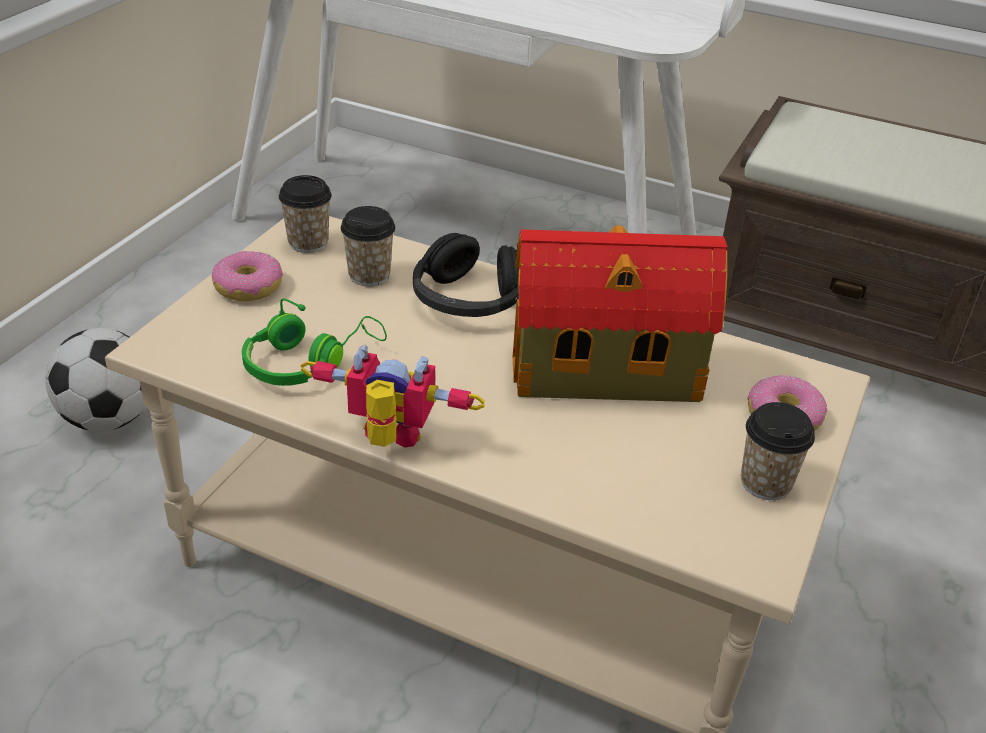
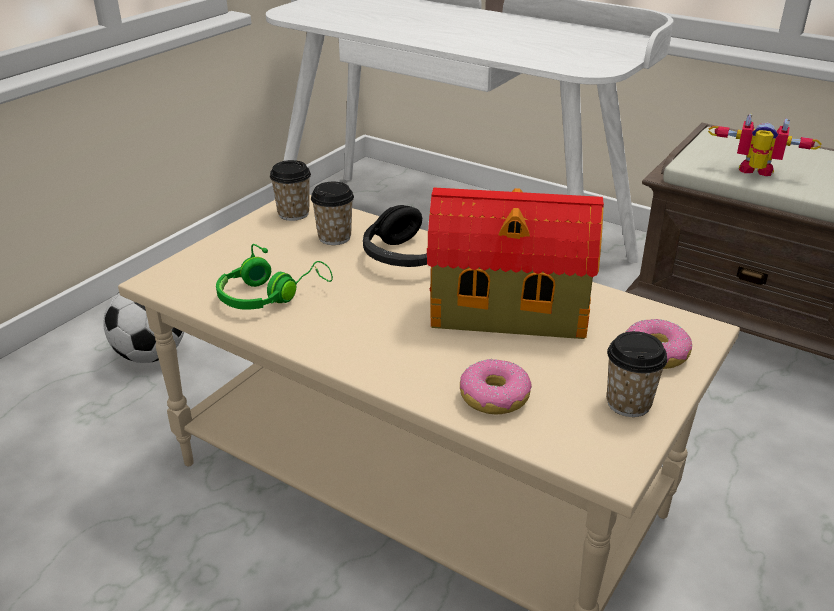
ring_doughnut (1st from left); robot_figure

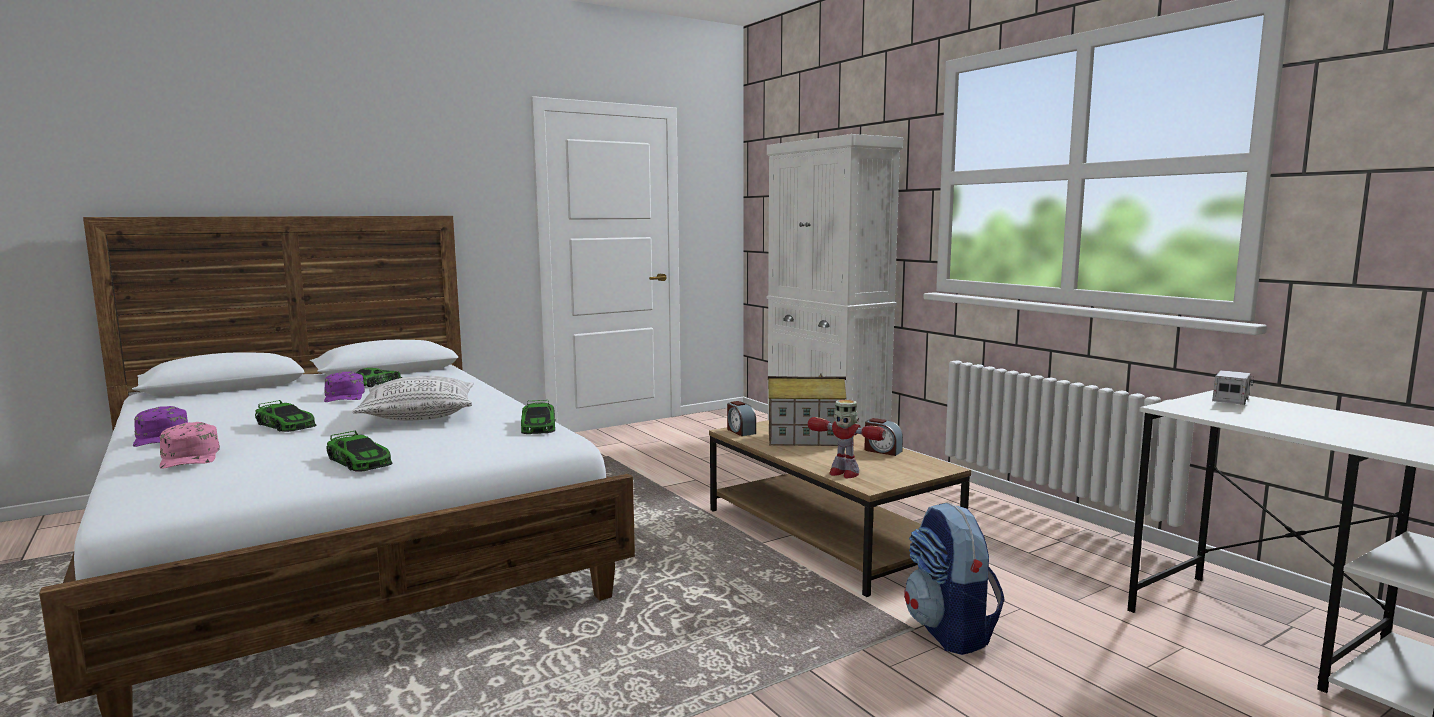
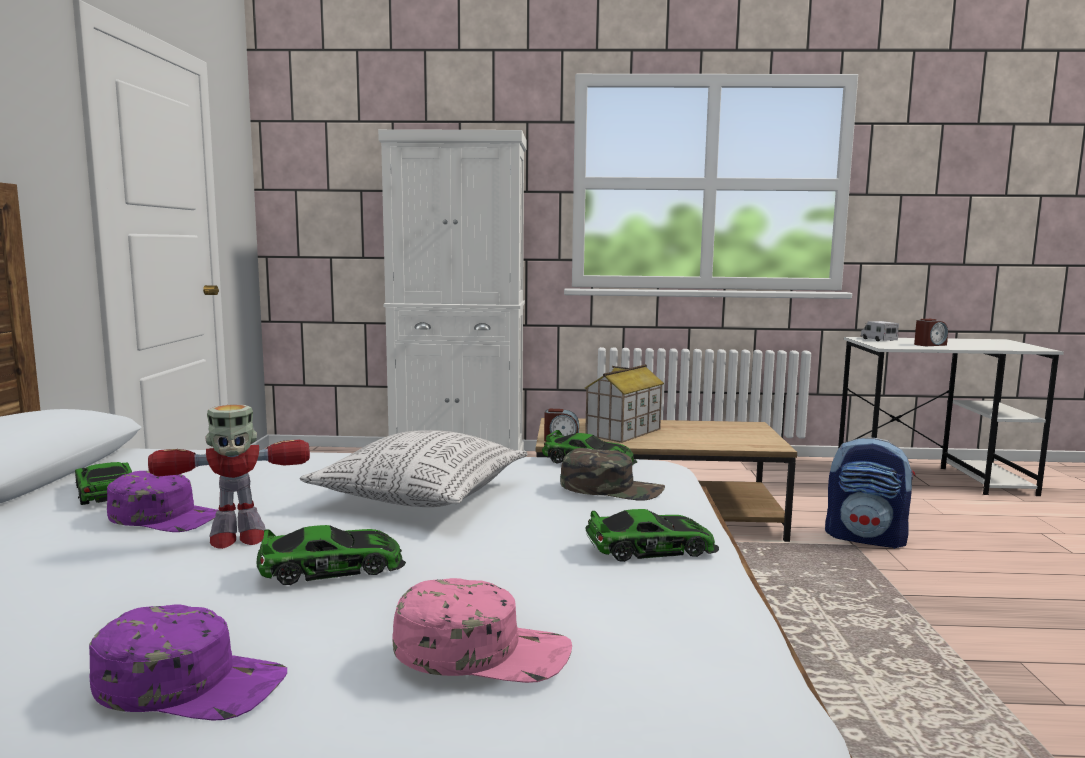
robot_figure; table_clock (2nd from left); green_peaked_cap

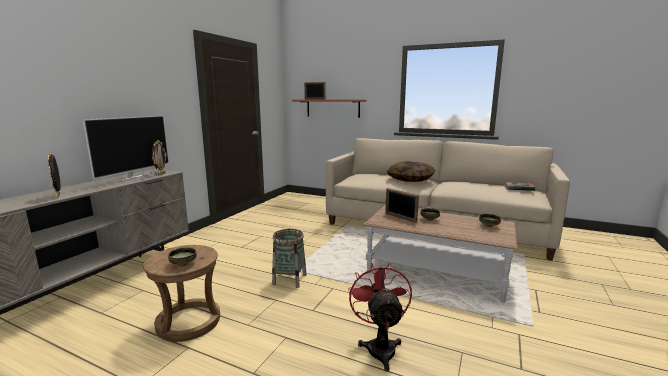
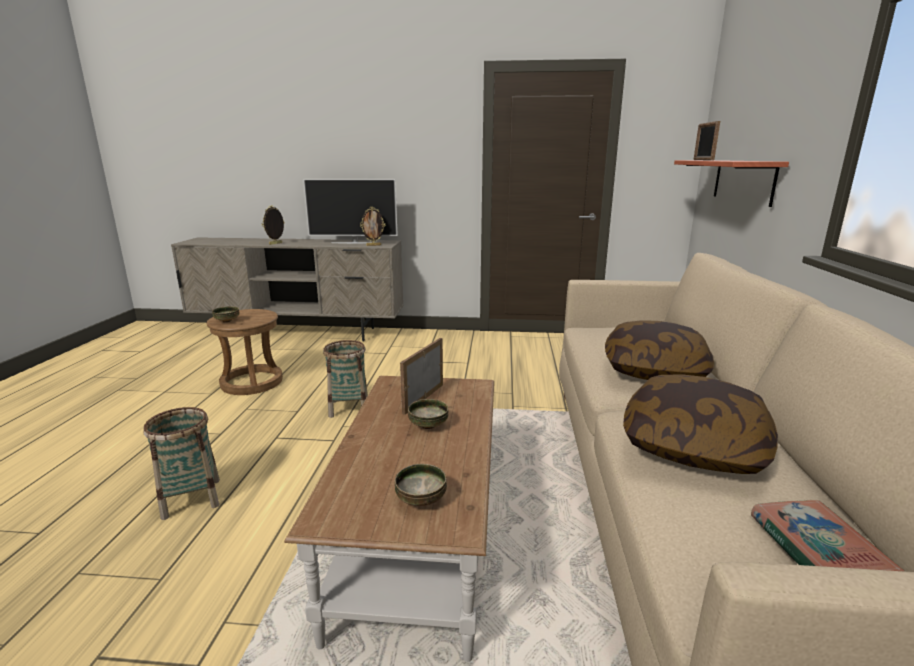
household_basket (1st from left); throw_pillow (2nd from left)

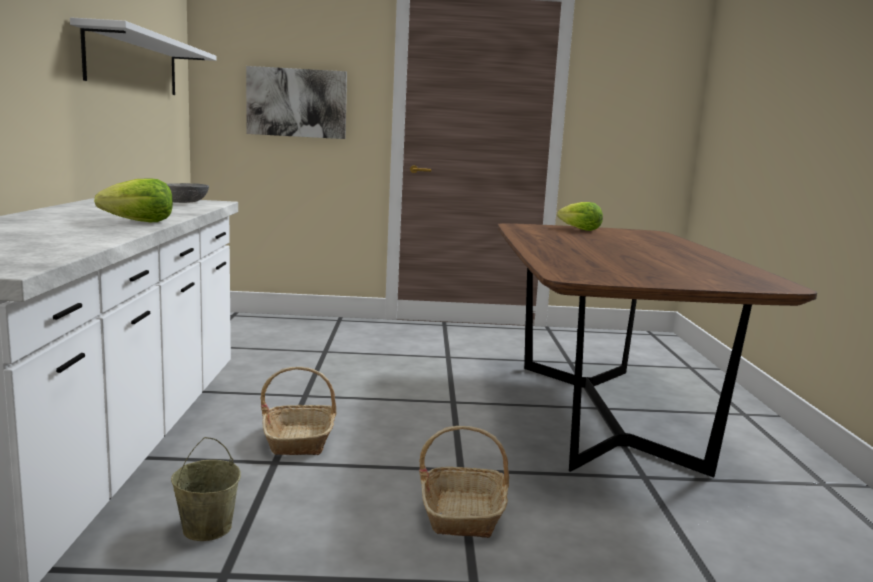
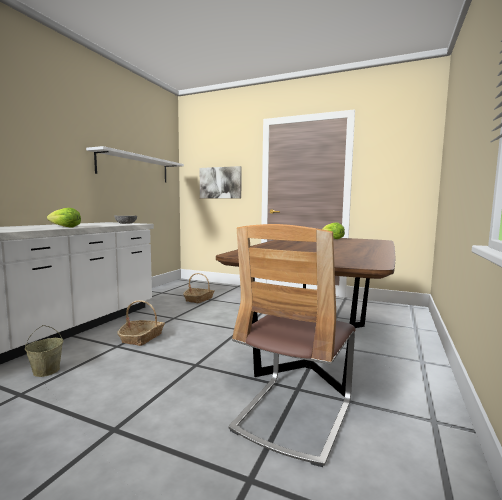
household_basket (2nd from left); upright_chair

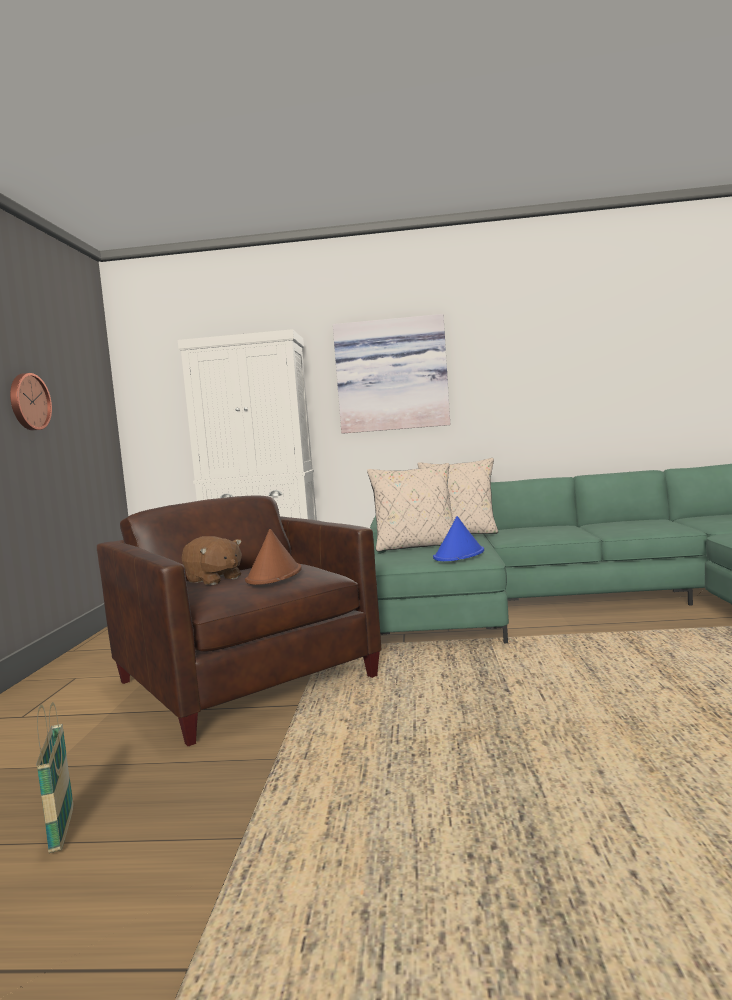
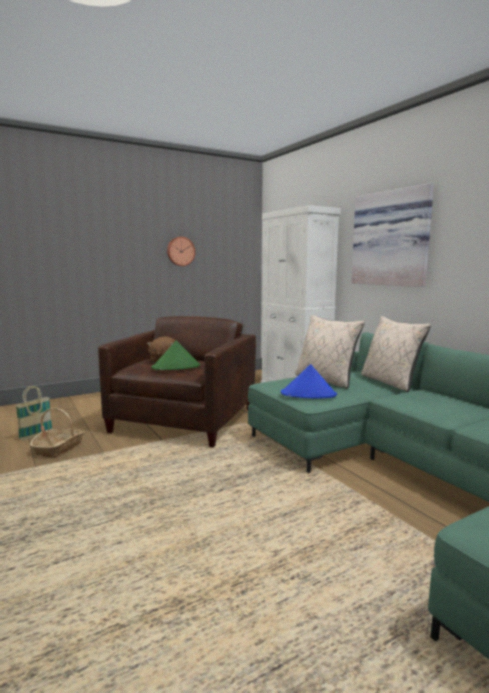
green_hat; household_basket (2nd from left)

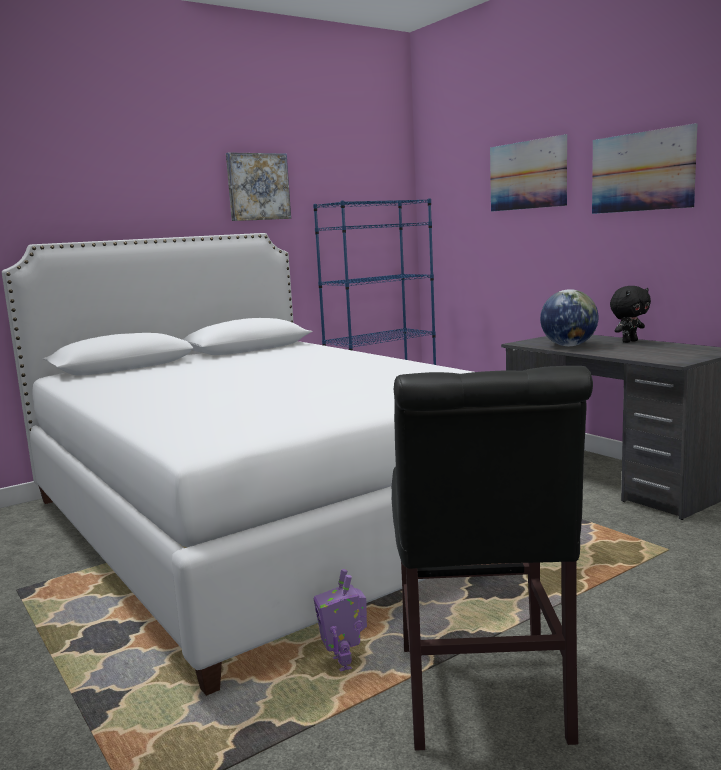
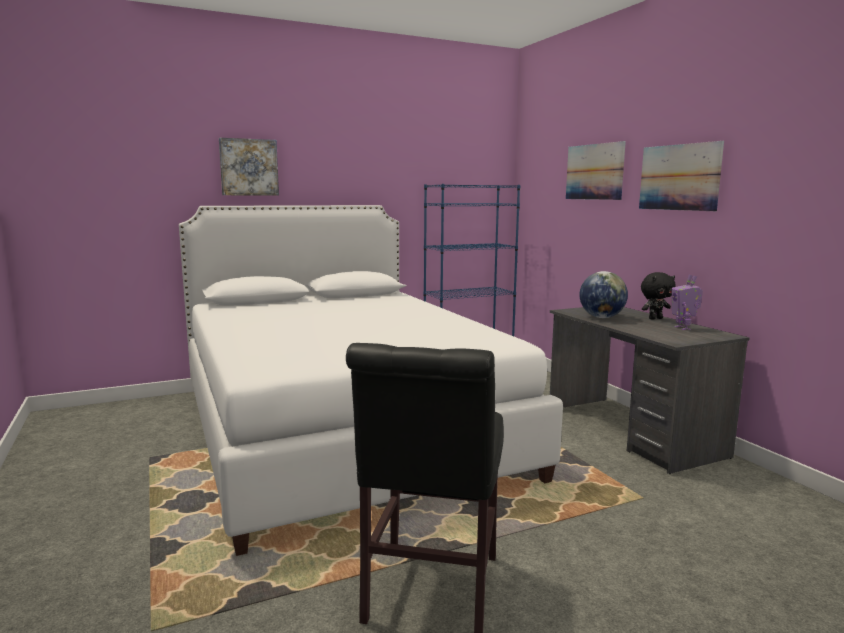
wall_picture (1st from left); robot_figure

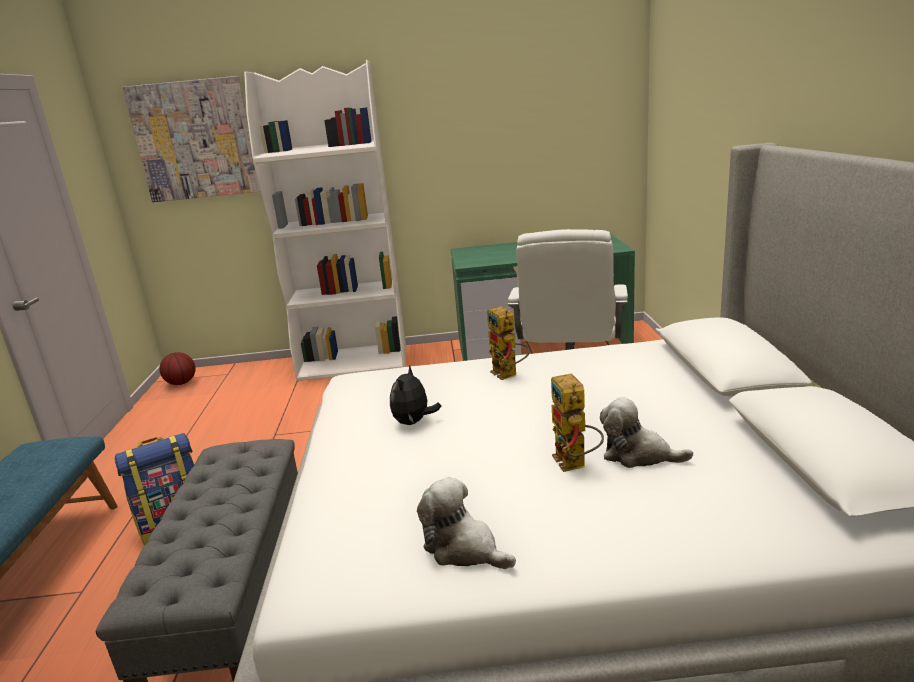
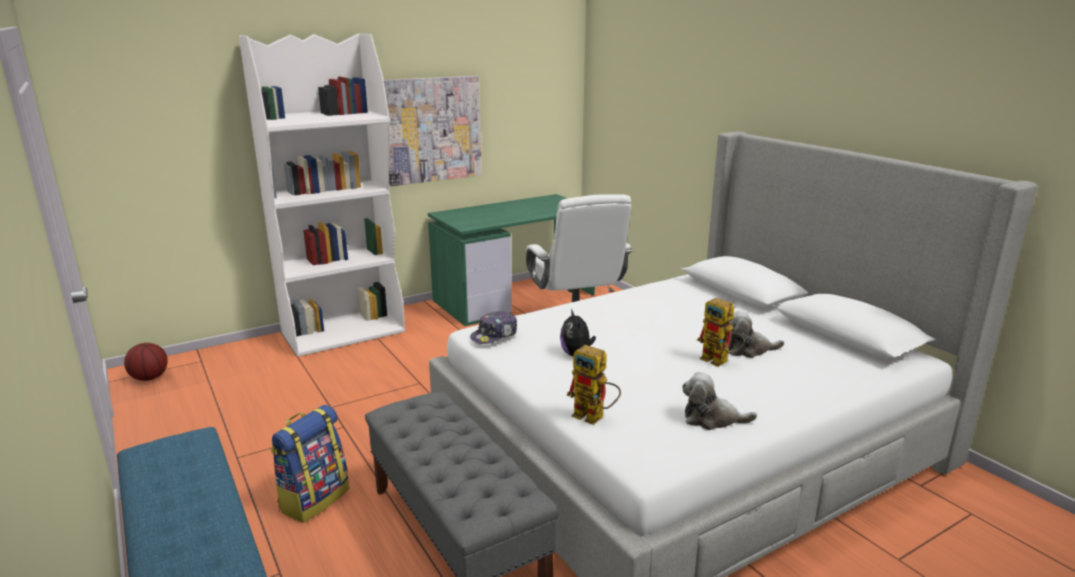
wall_picture; robot_figure (1st from left); peaked_cap

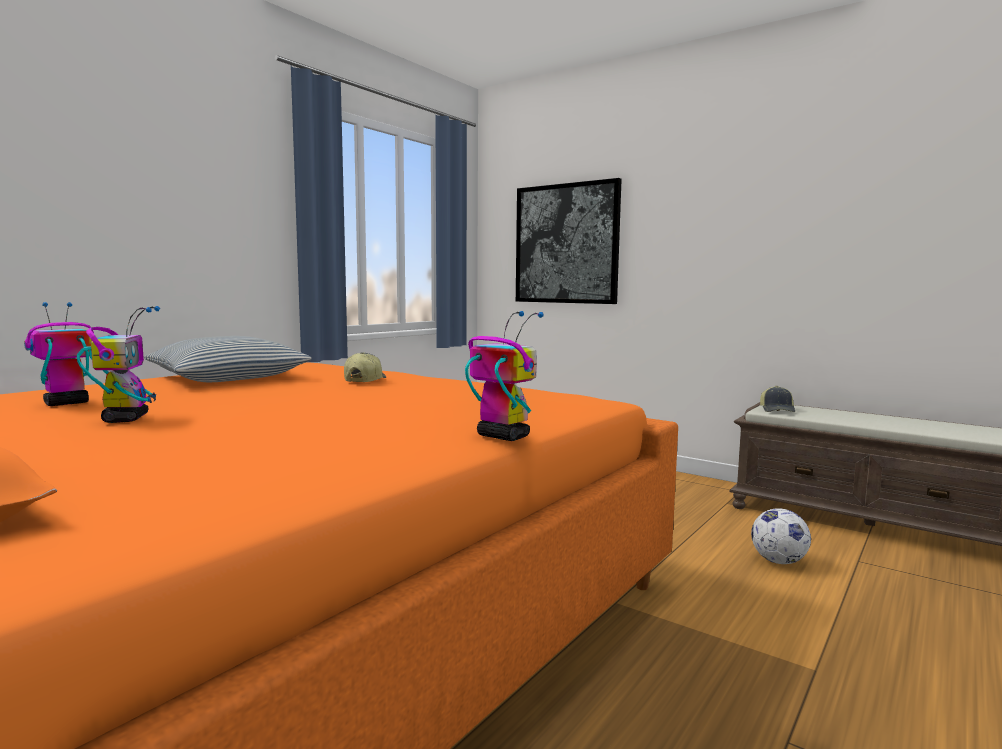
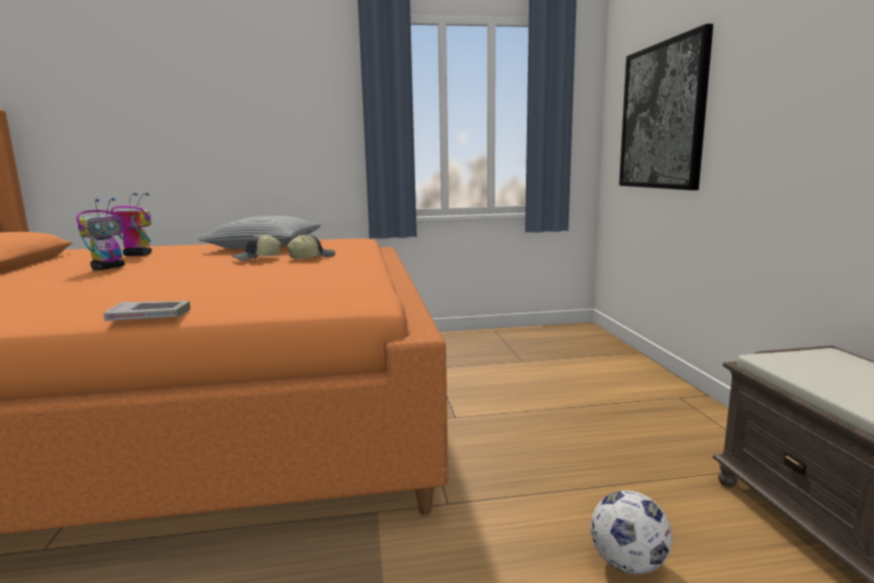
volume; peaked_cap (1st from left)

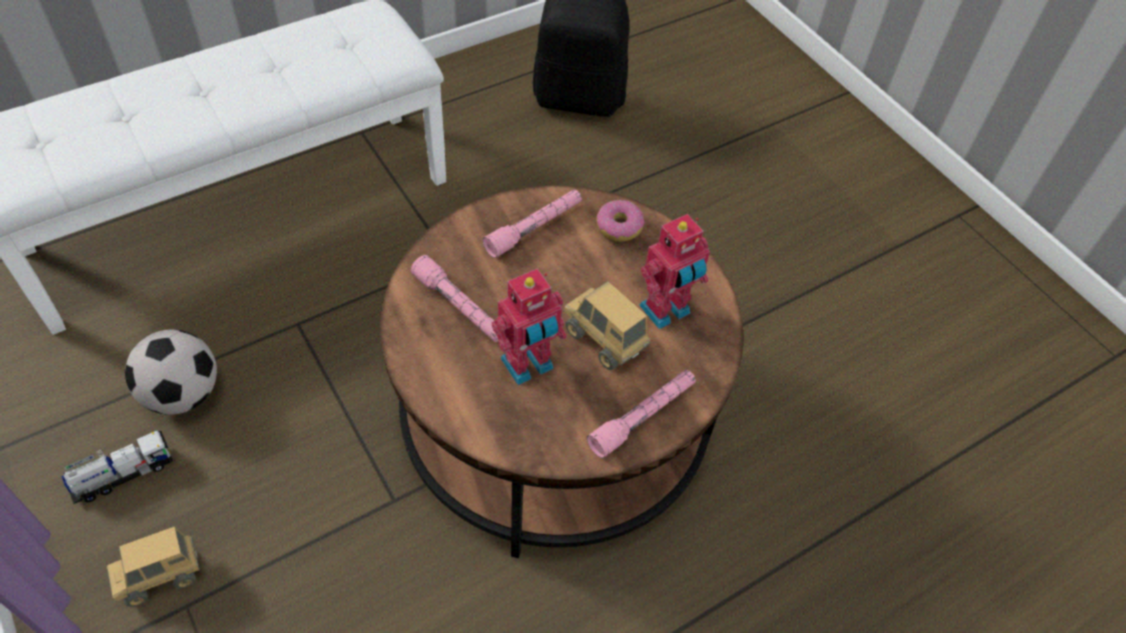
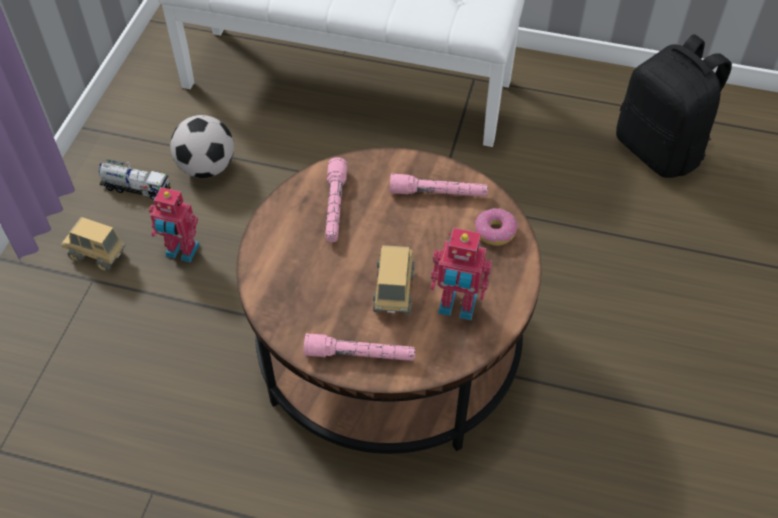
robot_figure (1st from left)

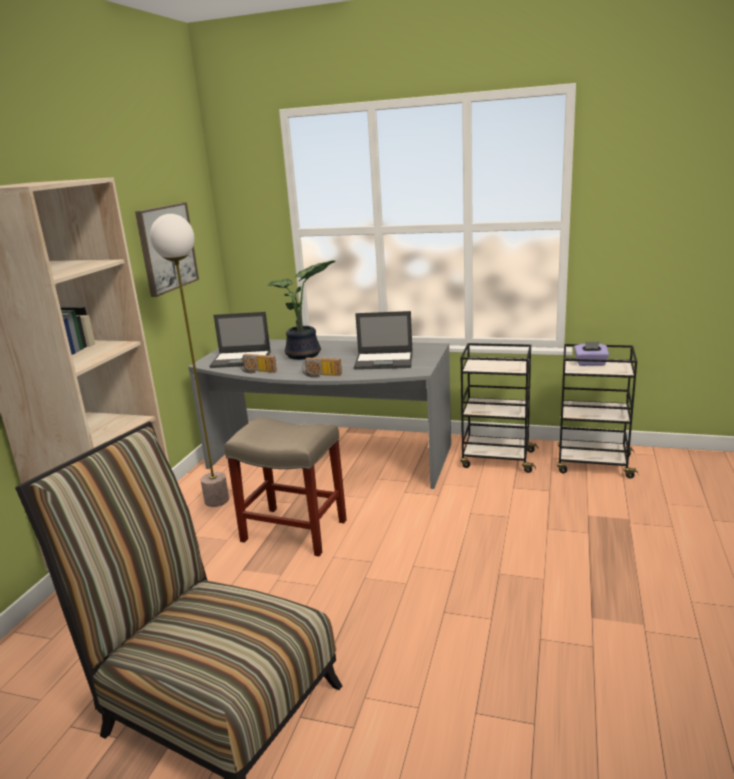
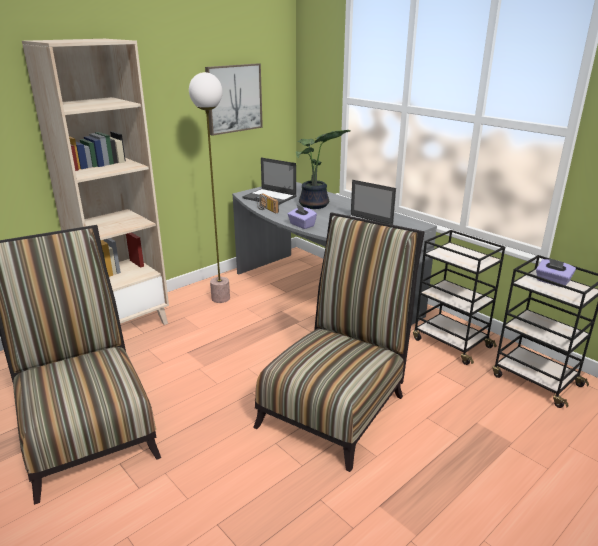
purple-coloured_tissue_box (1st from left); beige_stool_seat; upright_chair (2nd from left)

